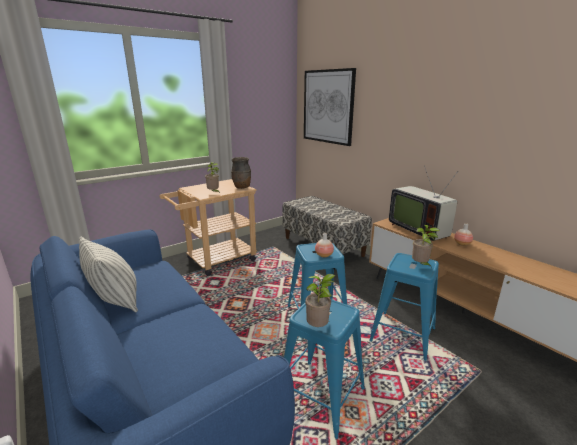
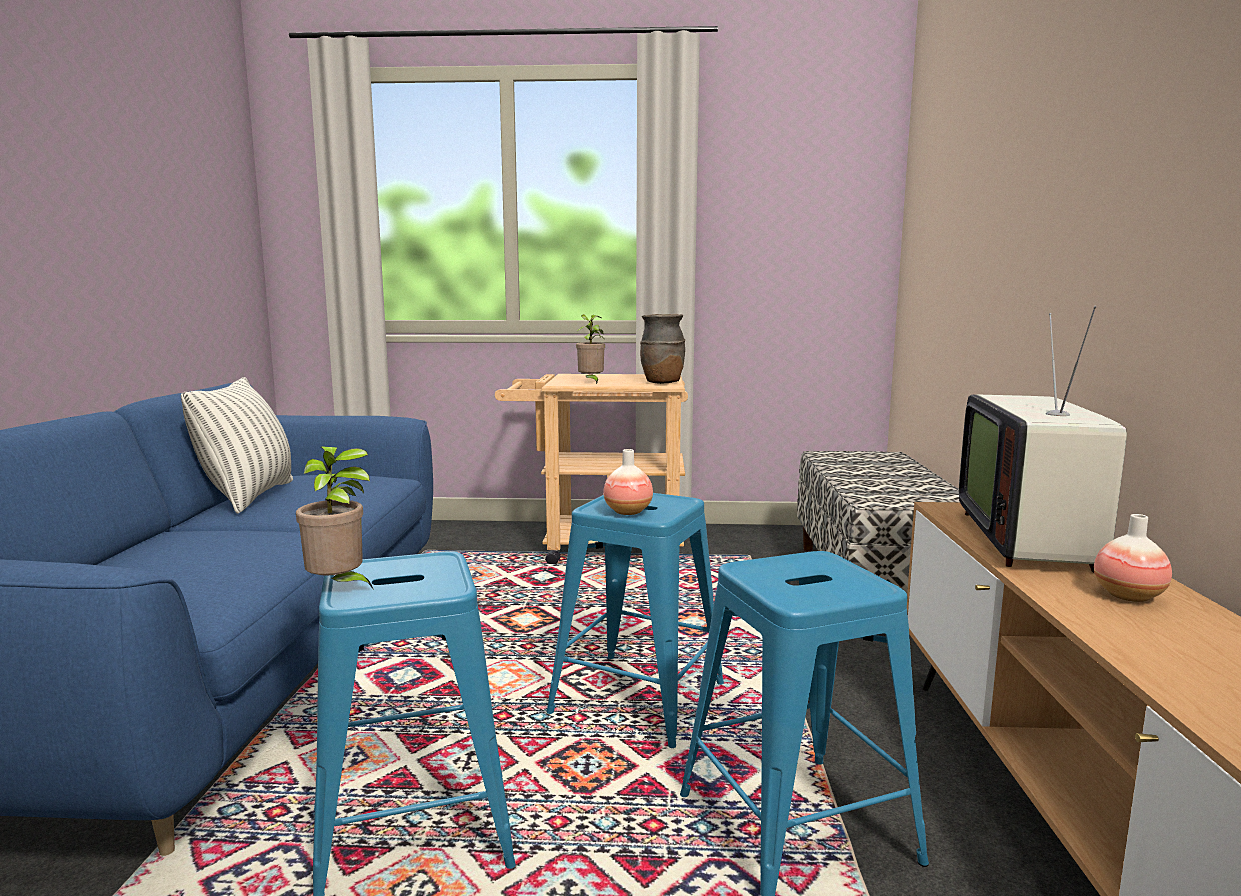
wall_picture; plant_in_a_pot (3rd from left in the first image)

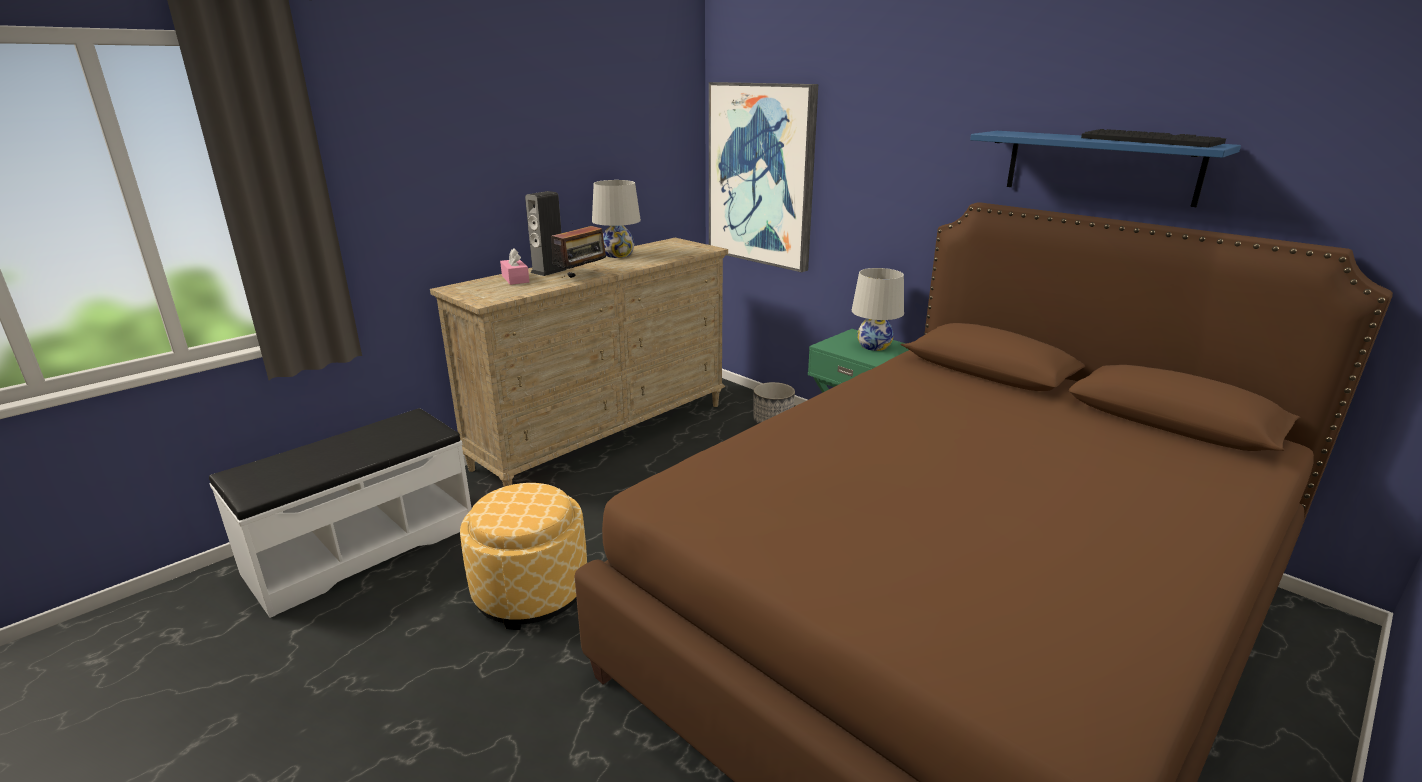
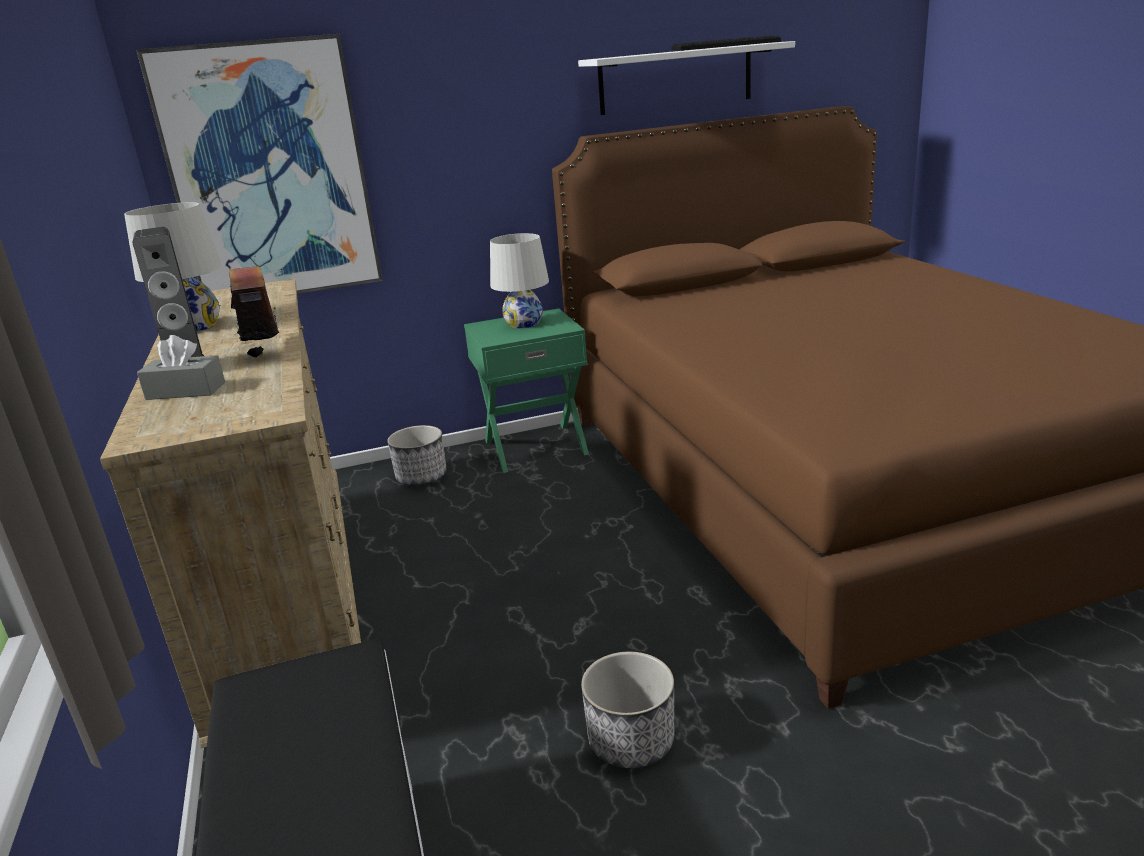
whitish_bracket_shelf; greyish_tissue_box; planter (2nd from left)

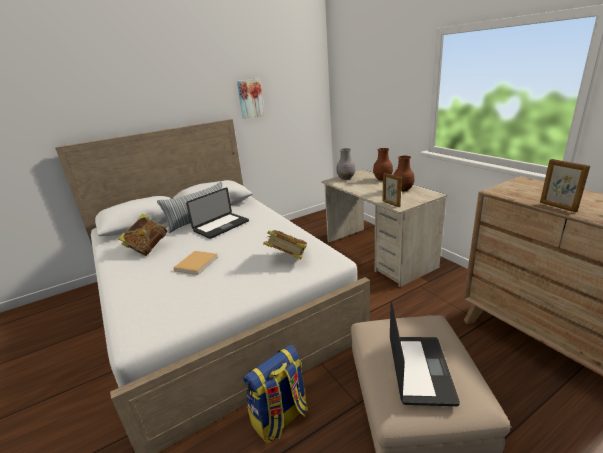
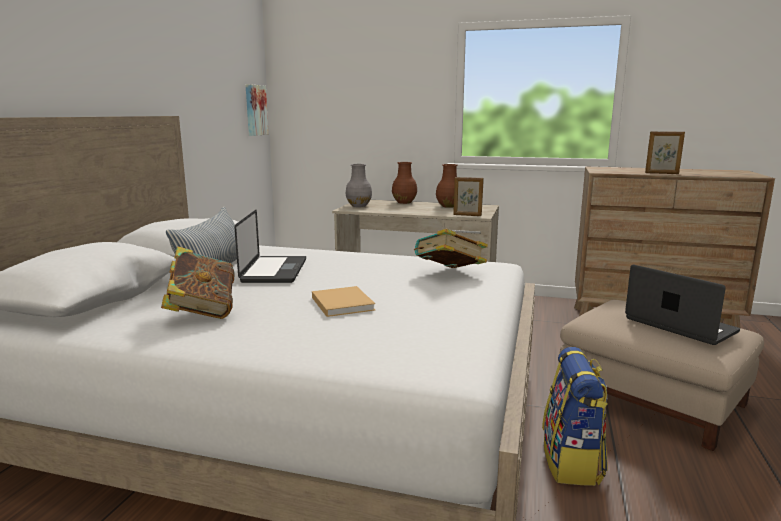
wall_picture

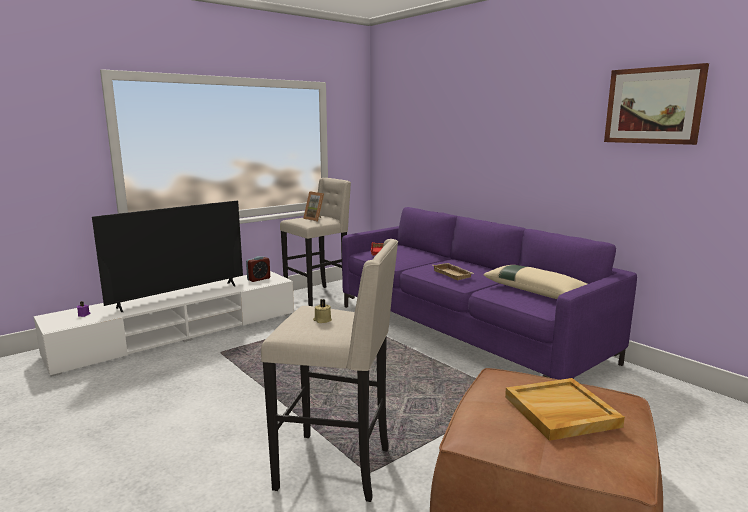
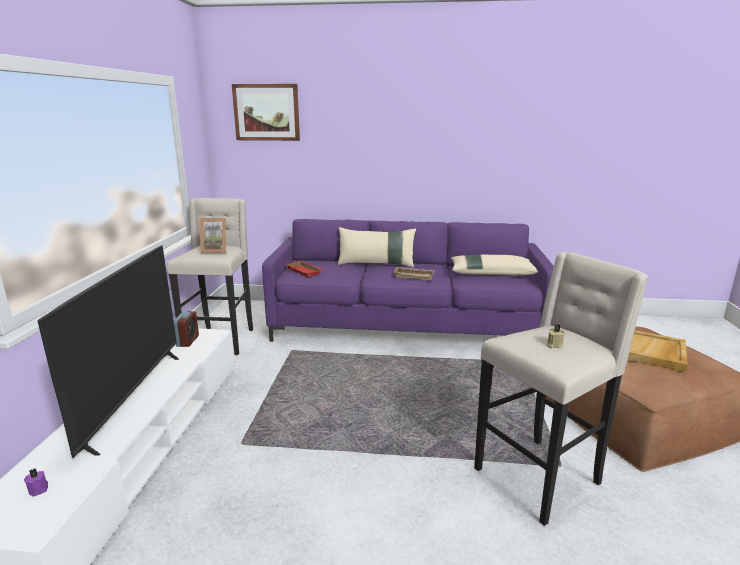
wall_picture; beige_throw_pillow (1st from left)

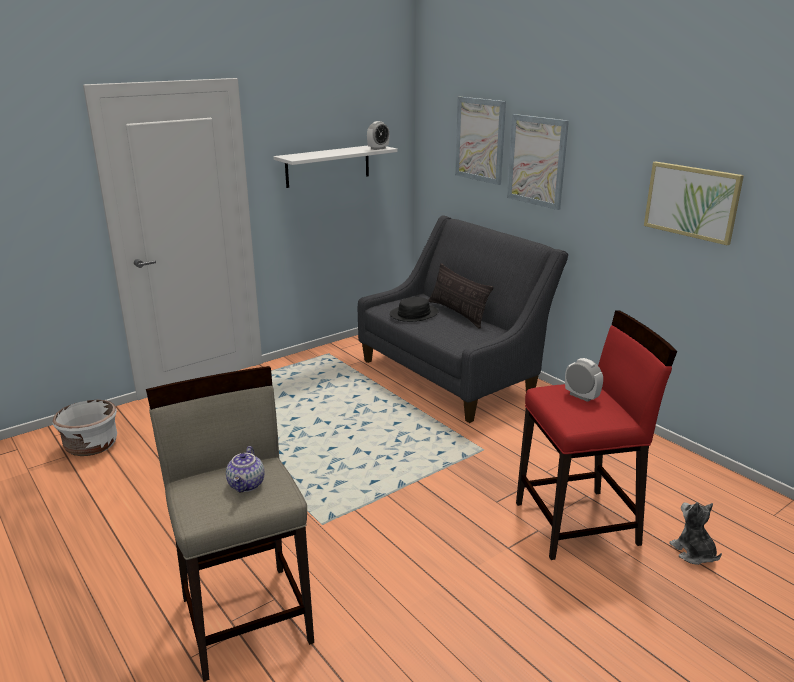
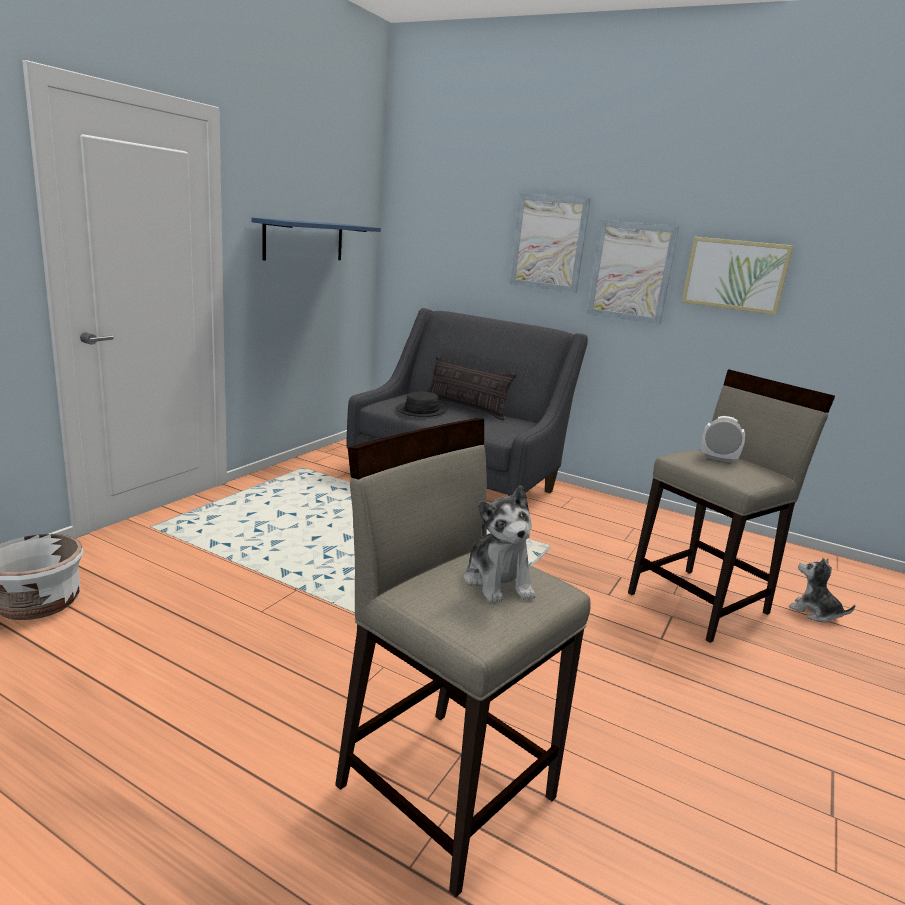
wall_picture (2nd from left); table_clock (1st from left in the first image); bluish_bracket_shelf; beige_stool_seat (2nd from left); soft_toy (1st from left)

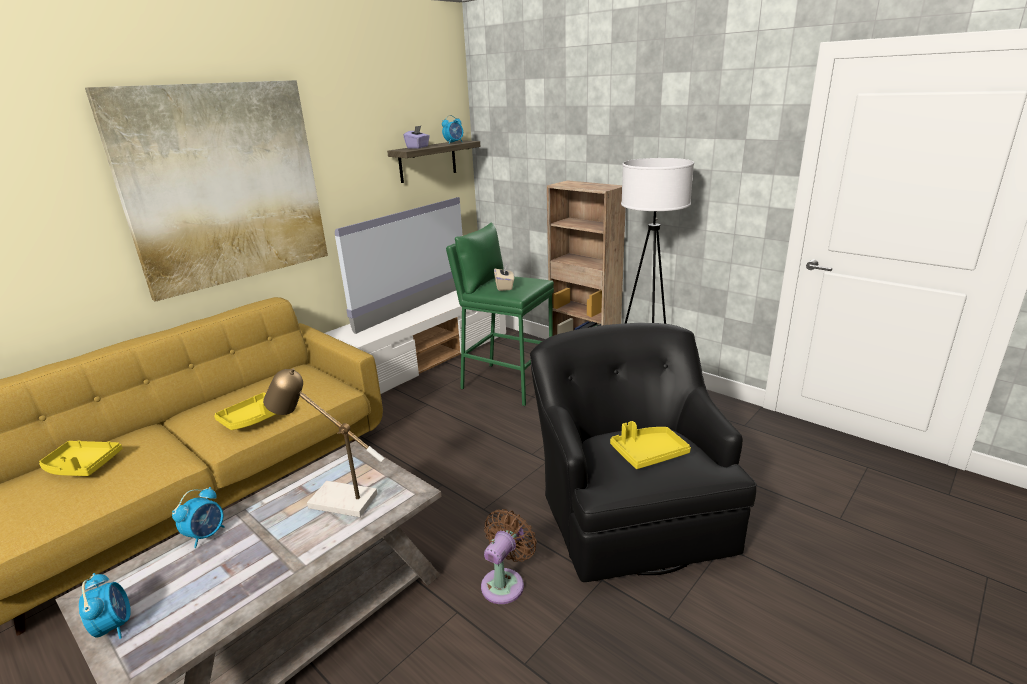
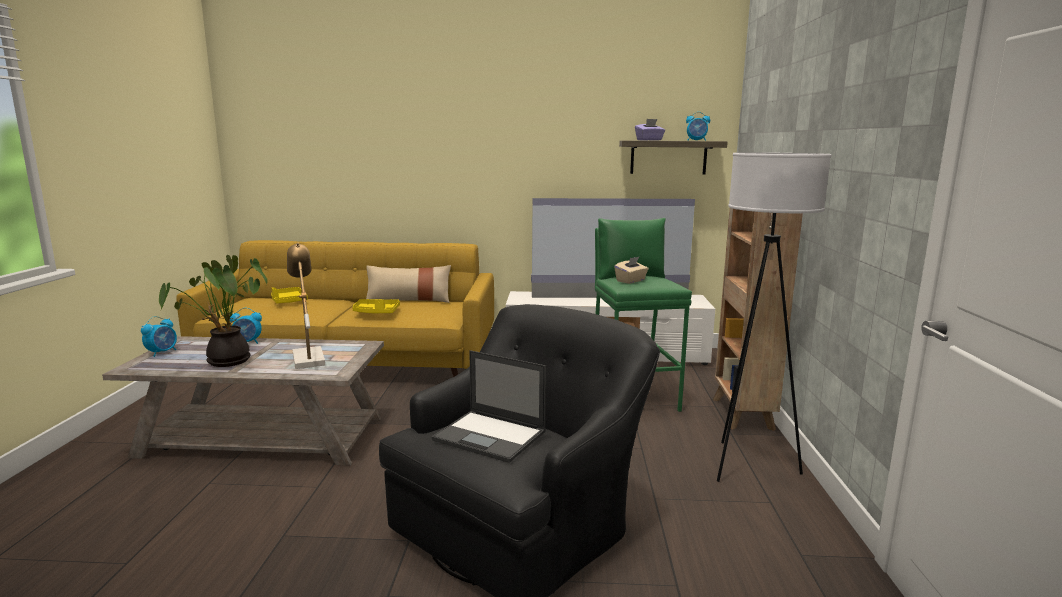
wall_picture; portable_computer; brownish_cooling_fan; plant_in_a_pot; beige_throw_pillow

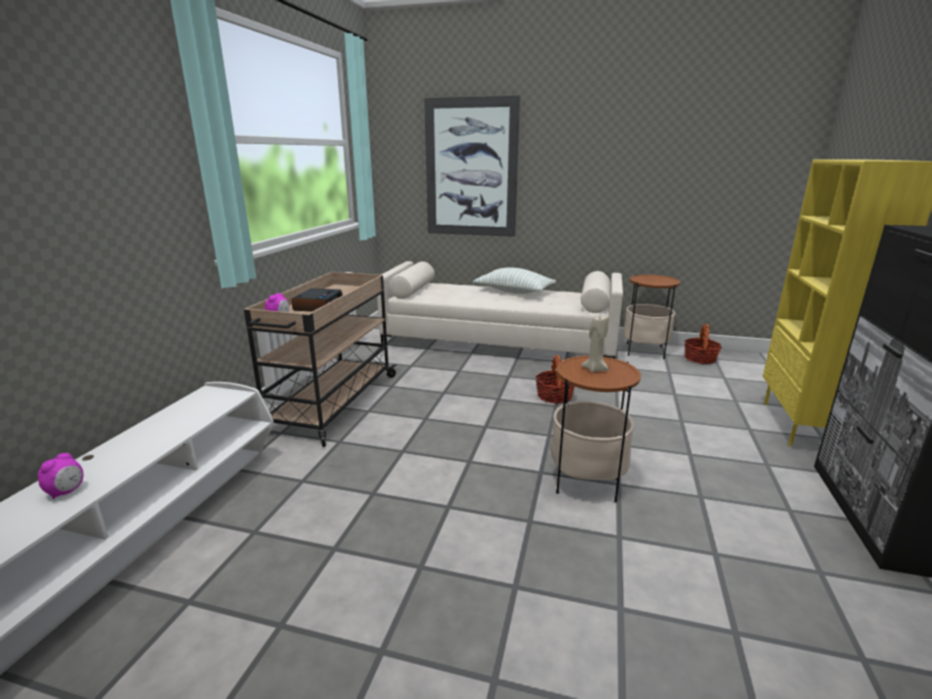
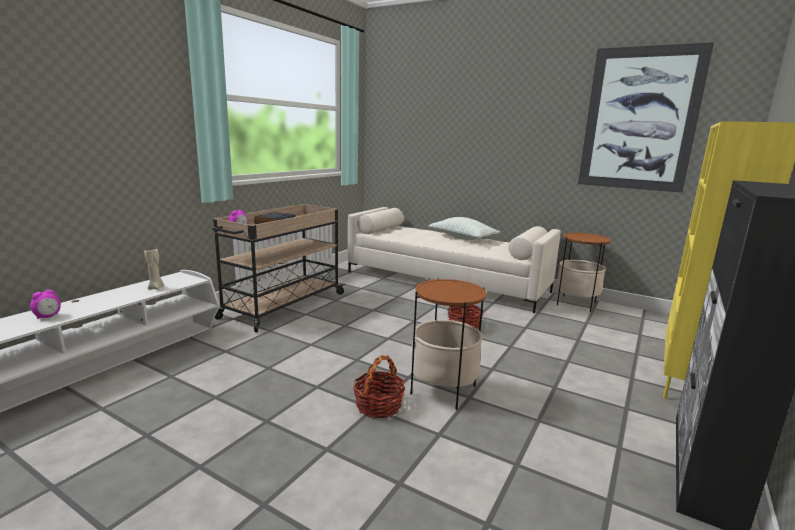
wall_picture; beige_wax_candle; household_basket (1st from left)

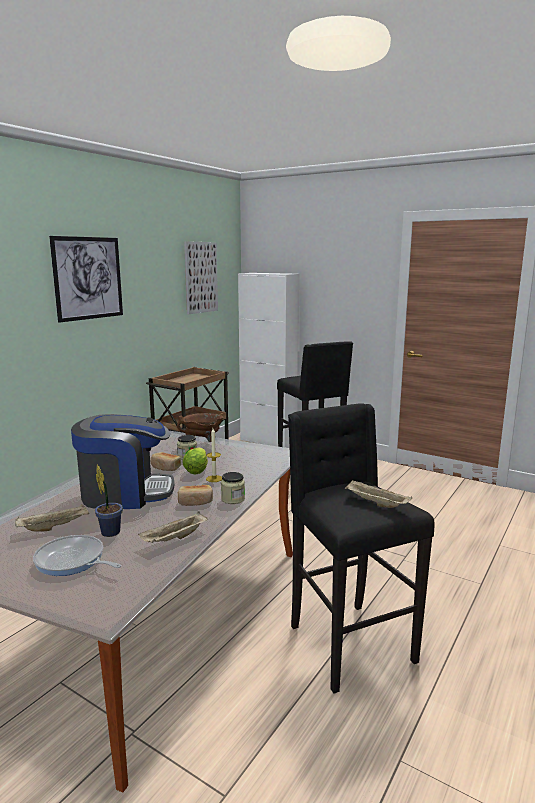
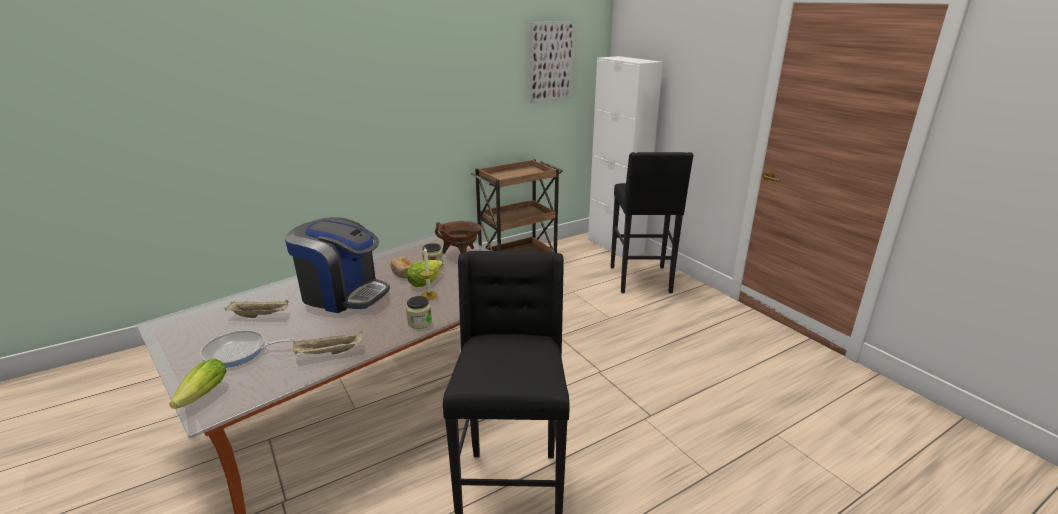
wall_picture (1st from left in the first image); plant_in_a_pot; beige_tray (3rd from left in the first image); bread (2nd from left in the first image); skillet; head_of_lettuce (1st from left)

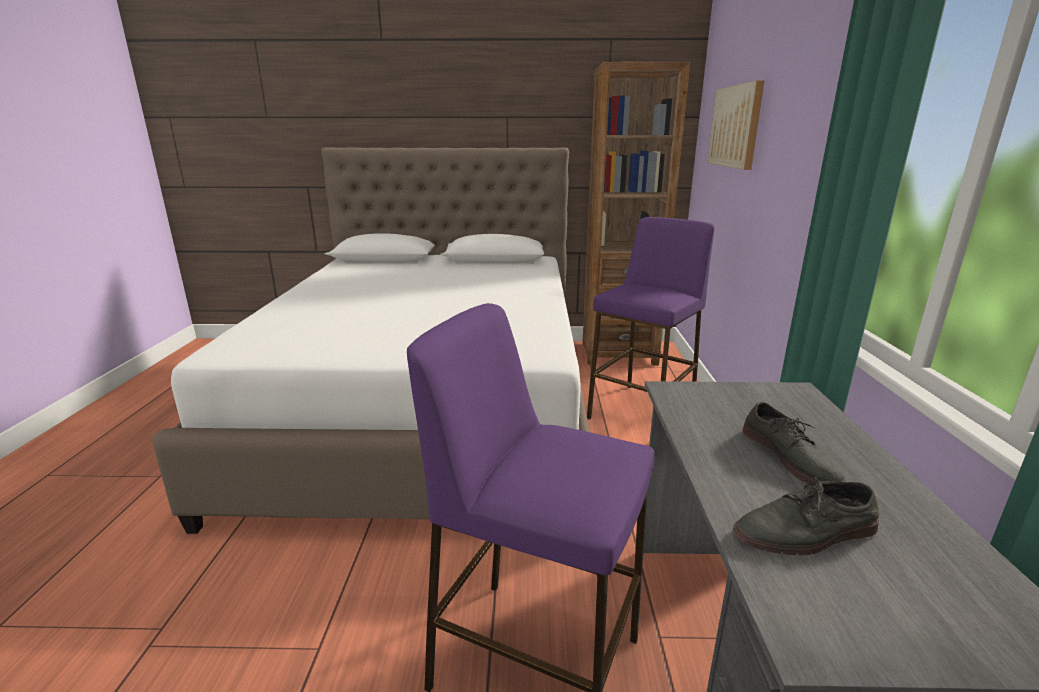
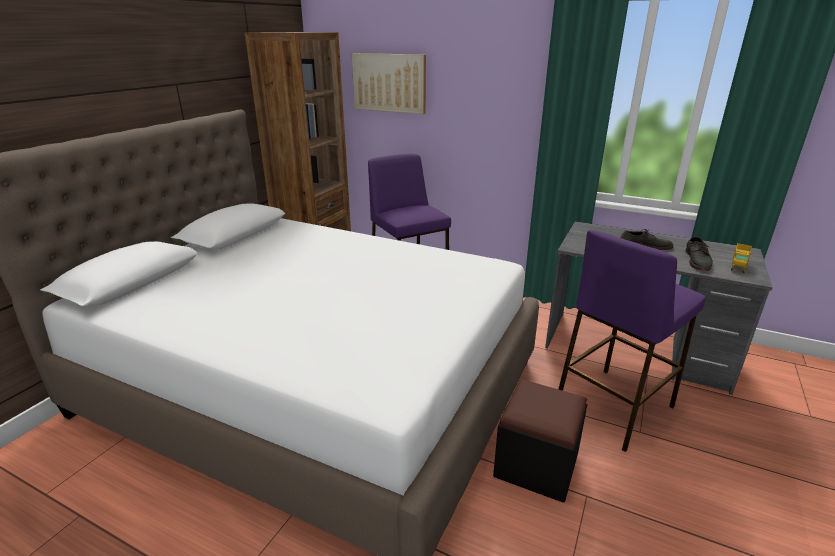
toy_truck; black_ottoman

